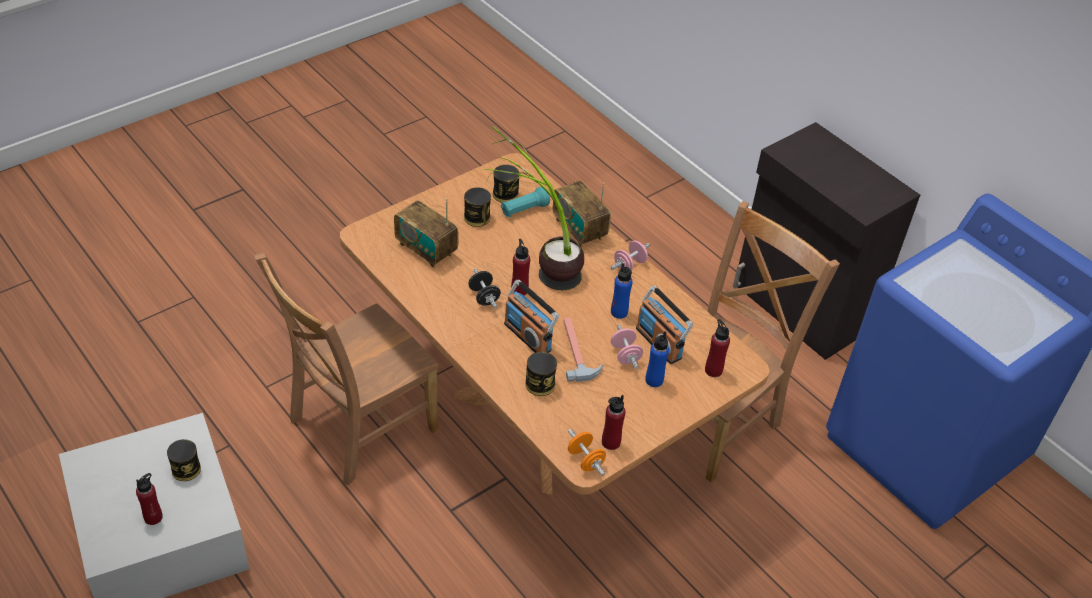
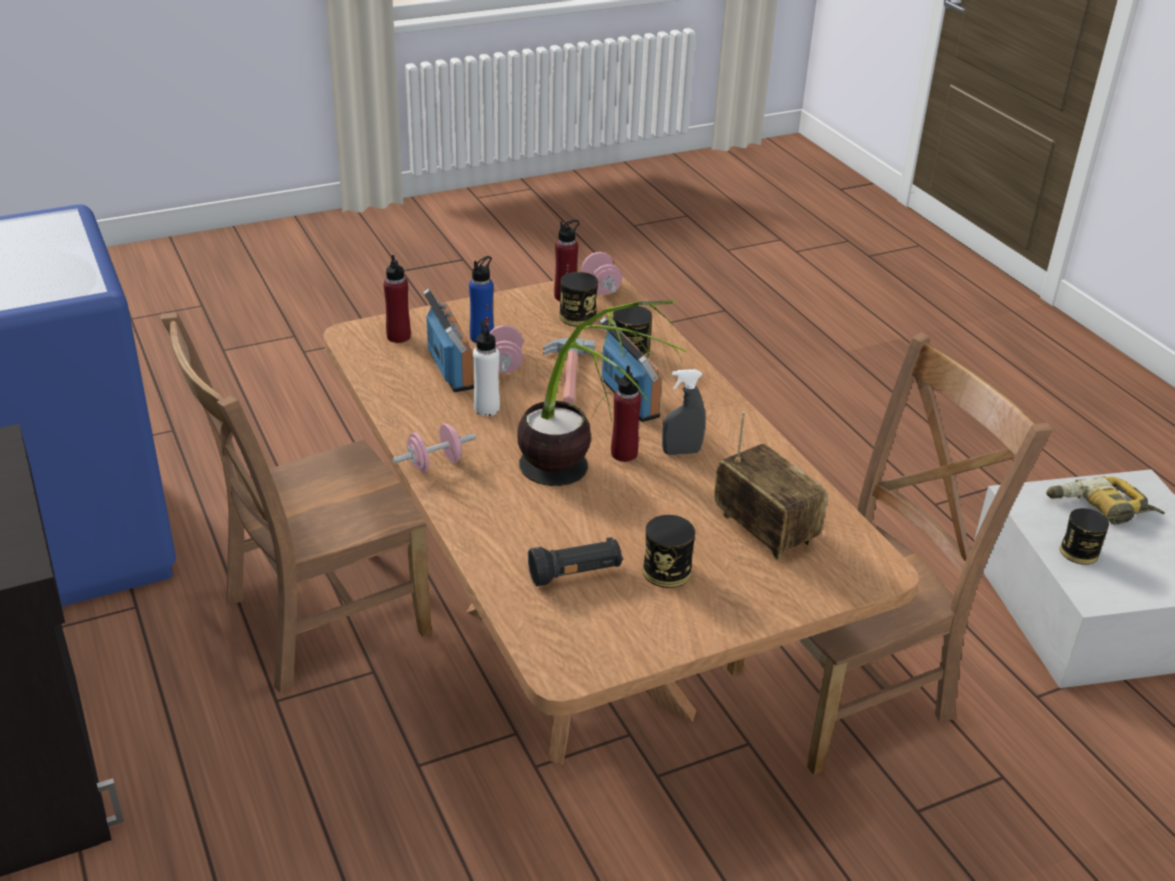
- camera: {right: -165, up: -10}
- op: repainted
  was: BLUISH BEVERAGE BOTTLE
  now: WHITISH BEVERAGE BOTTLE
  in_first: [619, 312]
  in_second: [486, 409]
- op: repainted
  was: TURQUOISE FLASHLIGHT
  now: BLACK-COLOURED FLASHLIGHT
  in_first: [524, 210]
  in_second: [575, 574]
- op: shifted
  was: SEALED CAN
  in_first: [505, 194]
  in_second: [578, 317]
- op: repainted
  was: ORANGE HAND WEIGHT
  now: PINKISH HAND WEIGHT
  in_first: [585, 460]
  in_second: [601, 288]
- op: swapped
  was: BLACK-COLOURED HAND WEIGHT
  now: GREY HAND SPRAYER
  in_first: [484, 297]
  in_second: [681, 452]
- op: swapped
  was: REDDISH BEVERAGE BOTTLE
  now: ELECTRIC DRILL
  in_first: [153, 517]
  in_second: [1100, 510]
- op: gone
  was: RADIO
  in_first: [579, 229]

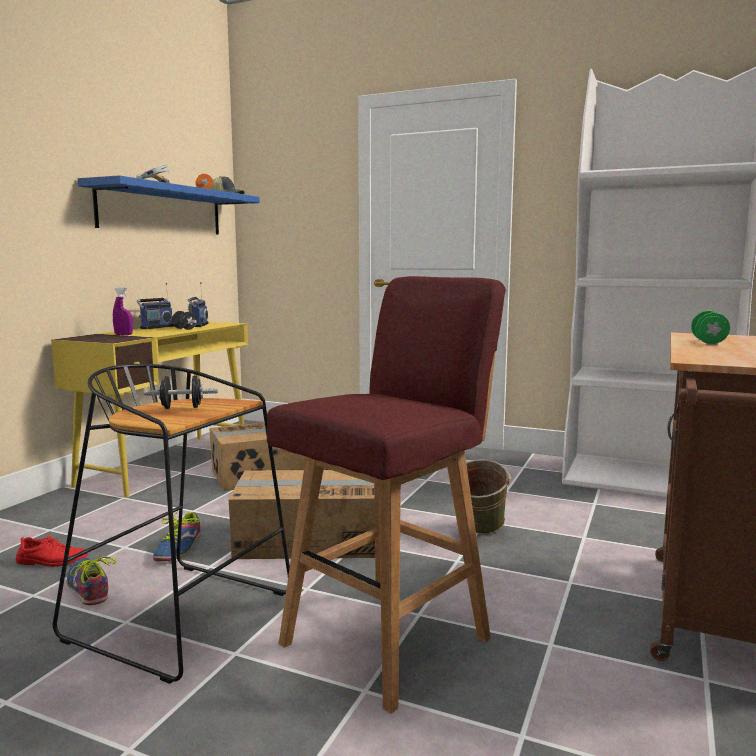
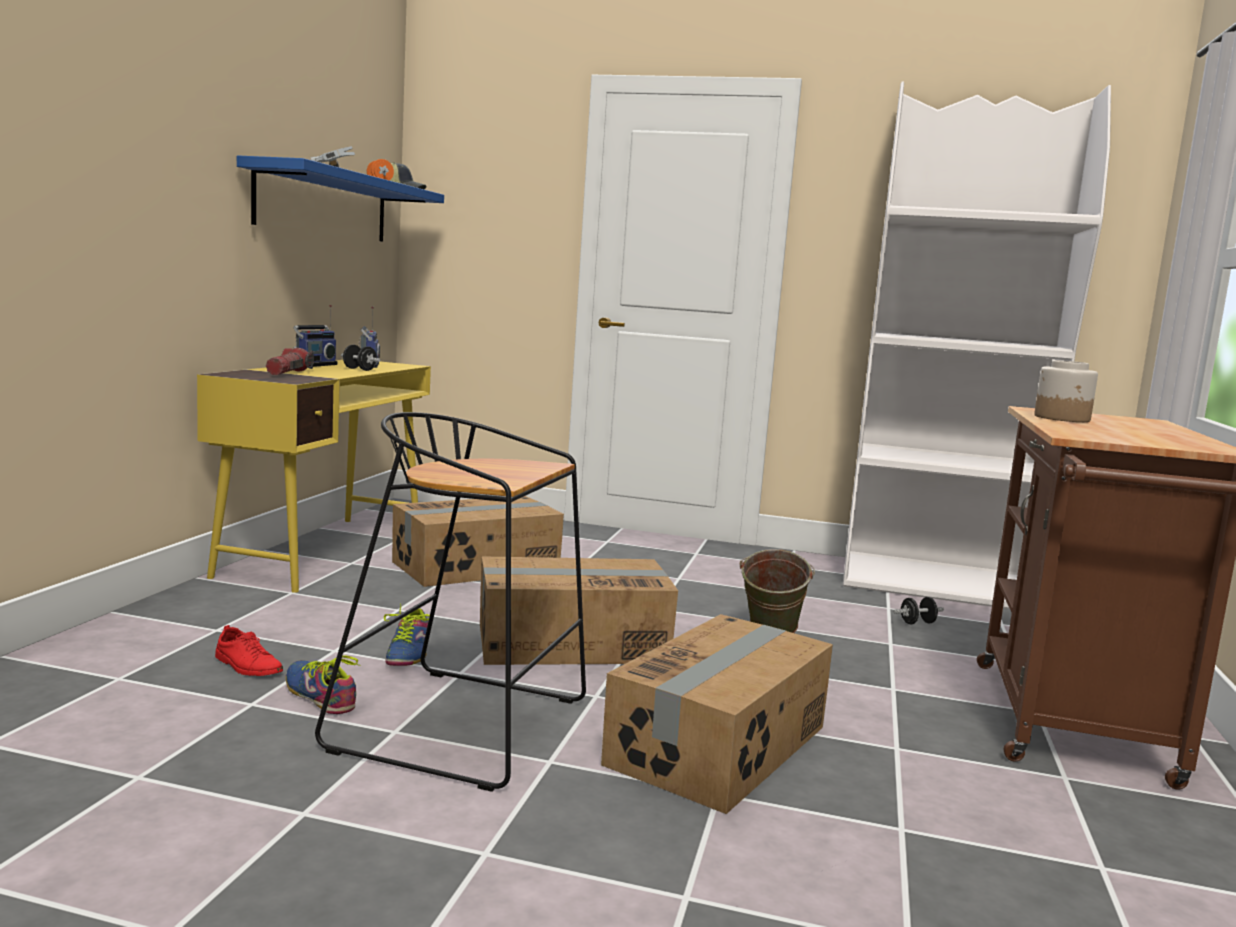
- camera: {right: -10, up: 0}
- op: rotated
  was: REDDISH LOW SHOE
  in_first: [52, 561]
  in_second: [248, 666]
  clockwise: 45
- op: swapped
  was: PURPLISH HAND SPRAYER
  now: FLASHLIGHT
  in_first: [123, 334]
  in_second: [289, 373]
- op: swapped
  was: REDDISH STOOL SEAT
  now: CARDBOARD BOX
  in_first: [390, 639]
  in_second: [720, 745]
- op: shifted
  was: BLACK-COLOURED HAND WEIGHT
  in_first: [182, 408]
  in_second: [917, 623]
- op: swapped
  was: GREEN HAND WEIGHT
  now: JAR
  in_first: [708, 342]
  in_second: [1062, 418]

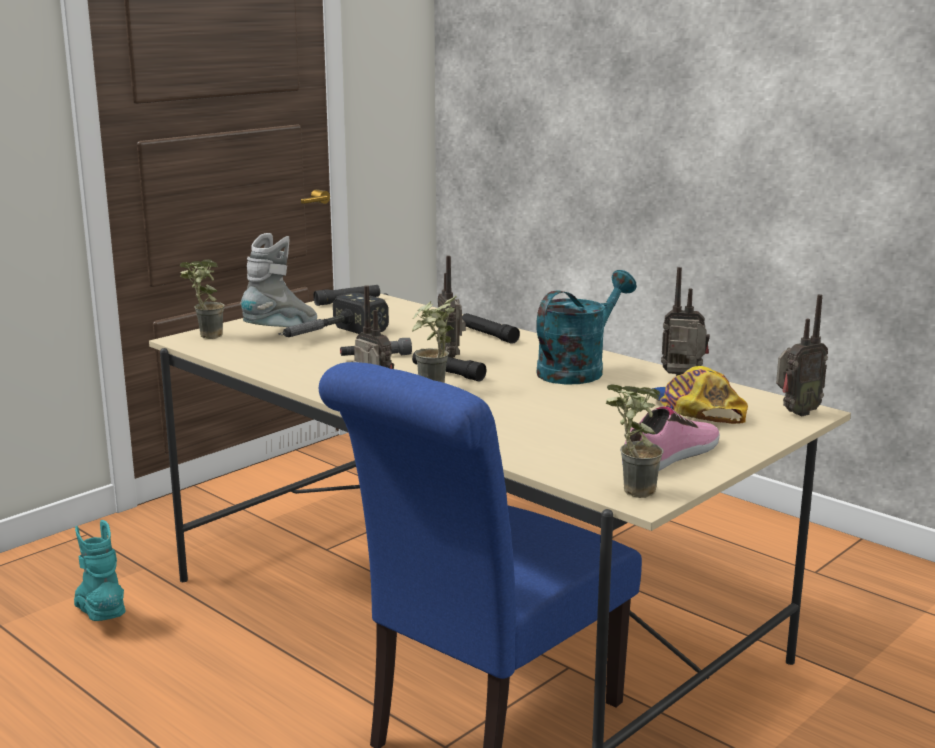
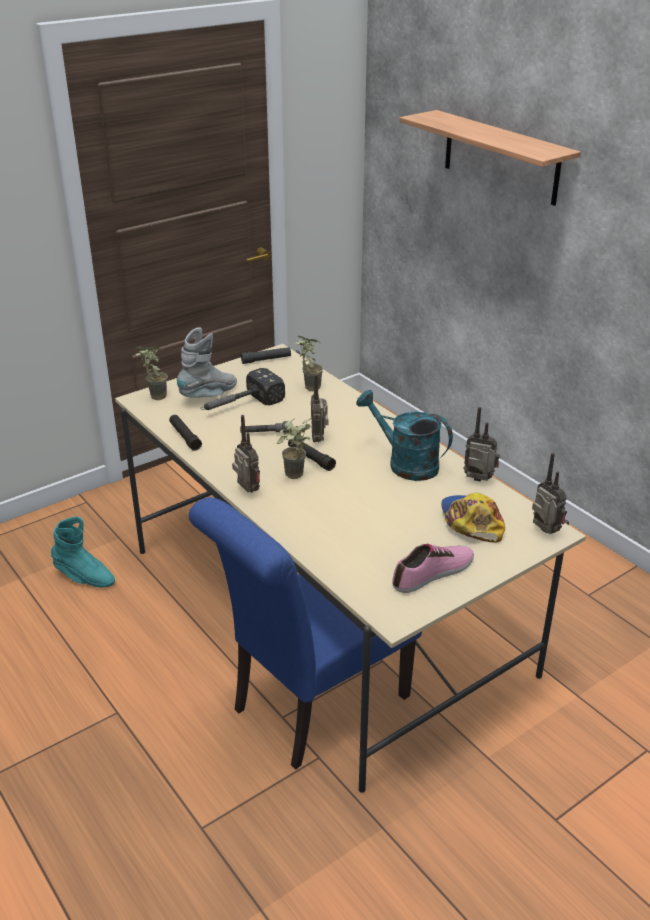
- camera: {right: 10, up: 15}
- op: rotated
  was: TURQUOISE BOOT
  in_first: [101, 615]
  in_second: [84, 577]
  clockwise: 135
- op: shifted
  was: BLACK-COLOURED FLASHLIGHT
  in_first: [488, 335]
  in_second: [185, 437]
- op: shifted
  was: HOUSEPLANT
  in_first: [629, 491]
  in_second: [308, 387]
- op: rotated
  was: TURQUOISE WATERING CAN
  in_first: [578, 370]
  in_second: [405, 463]
  clockwise: -105
- op: new
  now: BRACKET SHELF
  in_second: [501, 157]
- op: rotated
  was: RADIO
  in_first: [795, 413]
  in_second: [544, 532]
  clockwise: -105

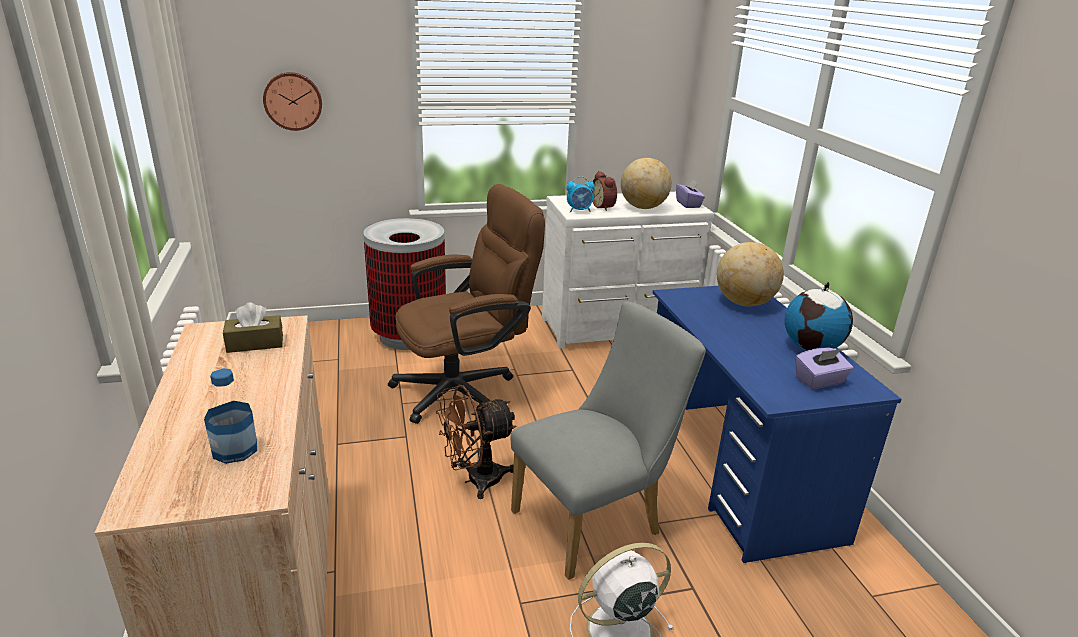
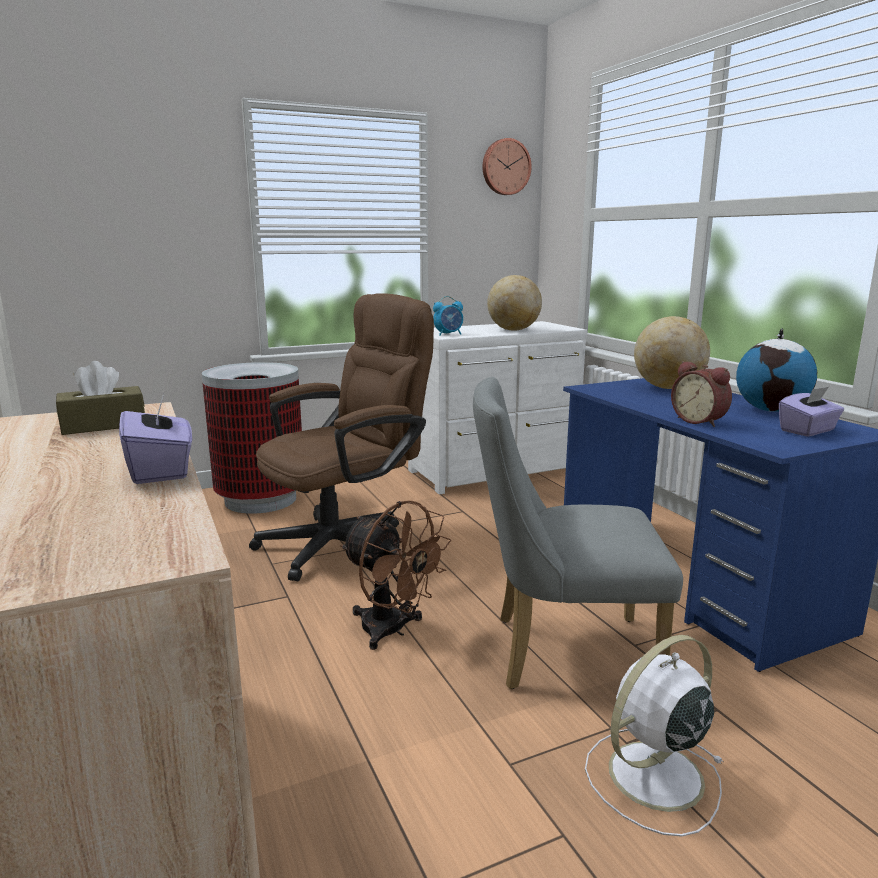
- camera: {right: -10, up: -10}
- op: shifted
  was: PURPLISH TISSUE BOX
  in_first: [688, 204]
  in_second: [161, 470]
- op: rotated
  was: BROWNISH FAN
  in_first: [475, 480]
  in_second: [392, 631]
  clockwise: -105
- op: rotated
  was: GREY CHAIR
  in_first: [595, 520]
  in_second: [560, 653]
  clockwise: -135
- op: shifted
  was: WALL CLOCK
  in_first: [293, 101]
  in_second: [505, 167]
- op: shifted
  was: BEDSIDE CLOCK
  in_first: [604, 207]
  in_second: [700, 421]
- op: gone
  was: BEVERAGE BOTTLE
  in_first: [235, 449]

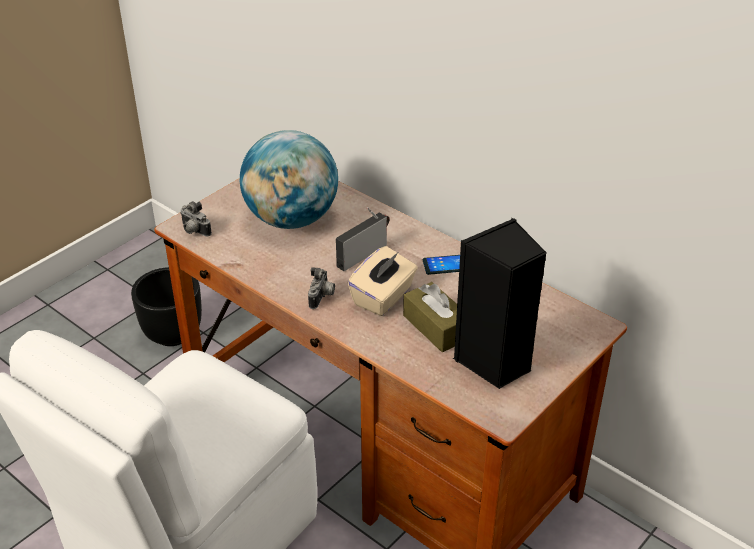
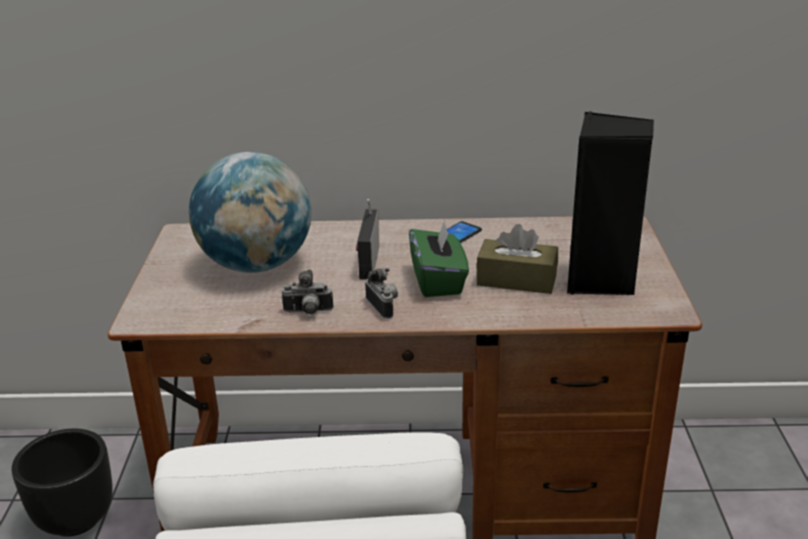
- camera: {right: -40, up: -10}
- op: shifted
  was: STILL CAMERA
  in_first: [194, 231]
  in_second: [308, 312]
- op: repainted
  was: BEIGE-COLOURED TISSUE BOX
  now: GREEN TISSUE BOX
  in_first: [383, 297]
  in_second: [438, 281]

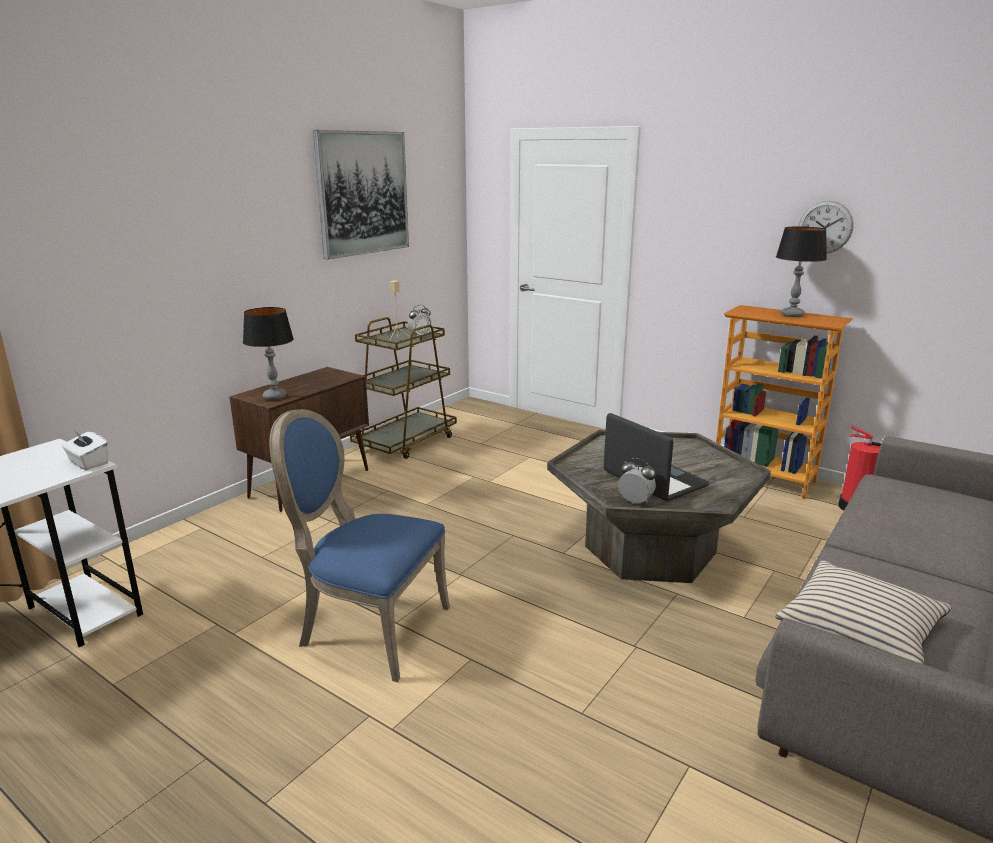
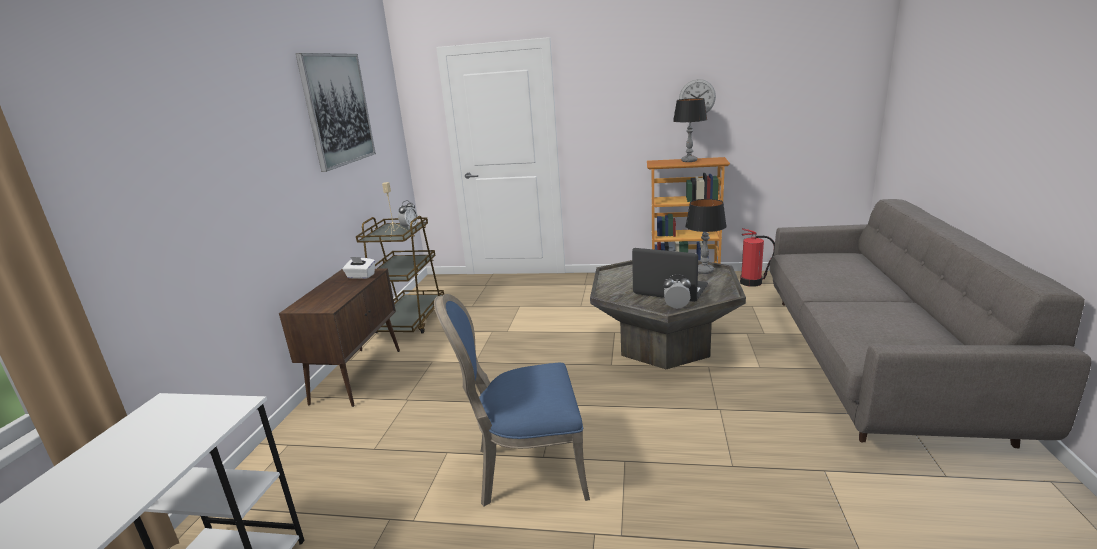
- camera: {right: -25, up: 0}
- op: shifted
  was: WHITISH TISSUE BOX
  in_first: [88, 463]
  in_second: [361, 276]
- op: shifted
  was: TABLE LAMP
  in_first: [275, 397]
  in_second: [704, 271]
- op: gone
  was: BEIGE-COLOURED THROW PILLOW
  in_first: [861, 628]

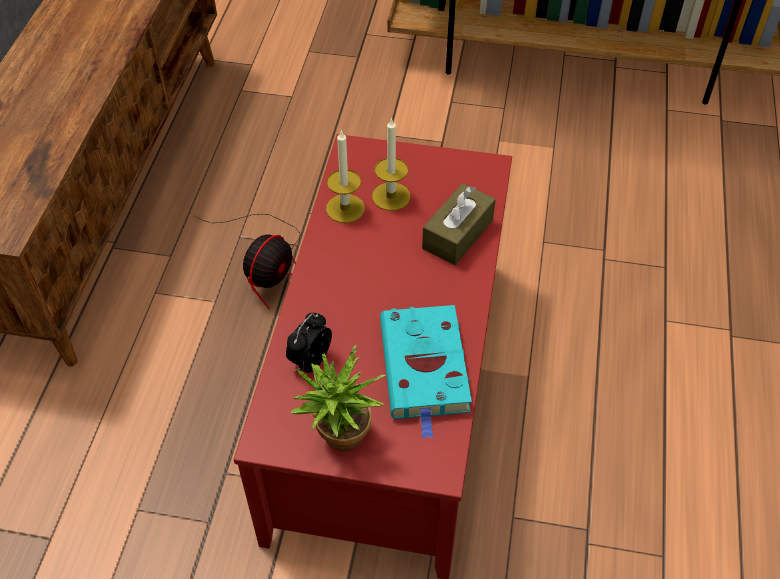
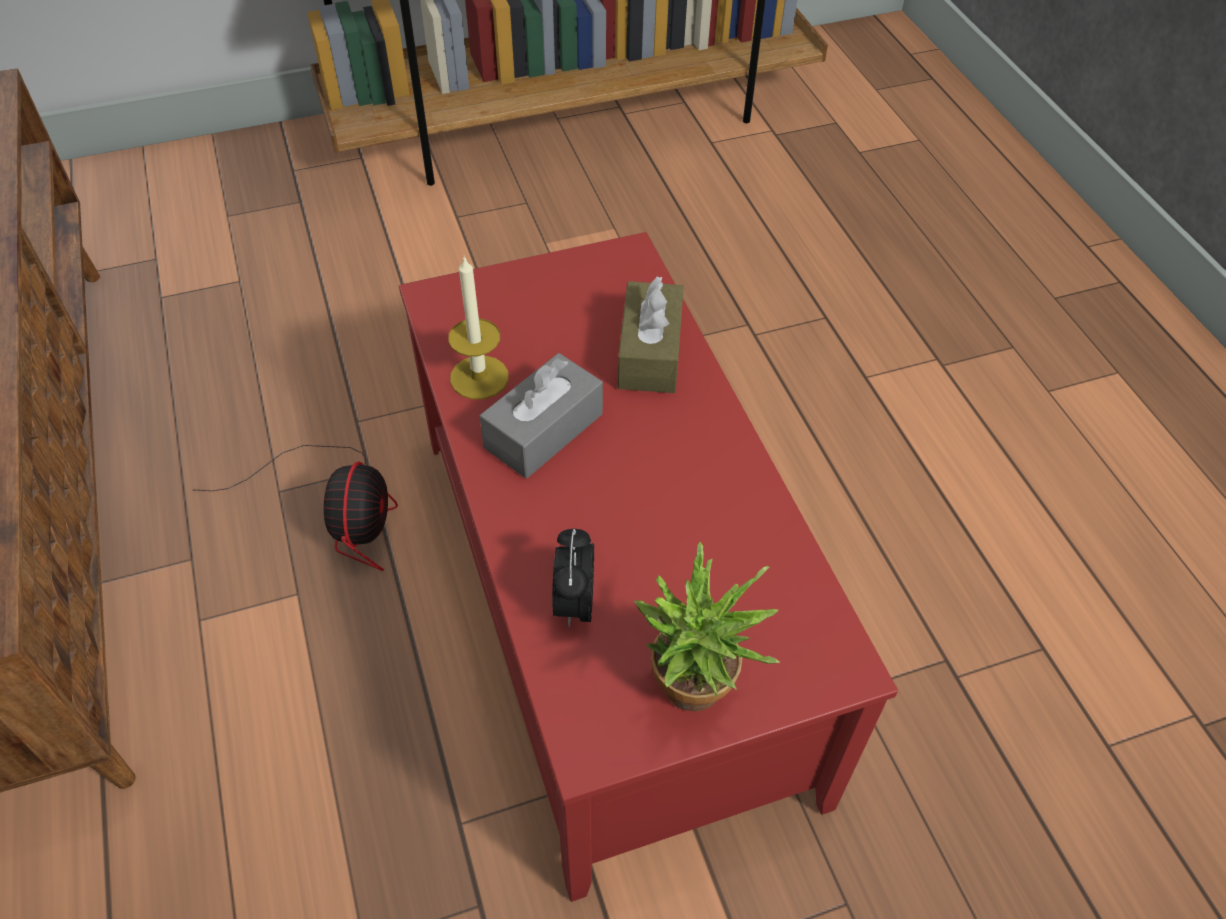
- camera: {right: -30, up: 0}
- op: new
  now: GREY TISSUE BOX
  in_second: [543, 430]
- op: gone
  was: WAX LIGHT
  in_first: [391, 196]
- op: gone
  was: TURQUOISE VOLUME
  in_first: [425, 369]

